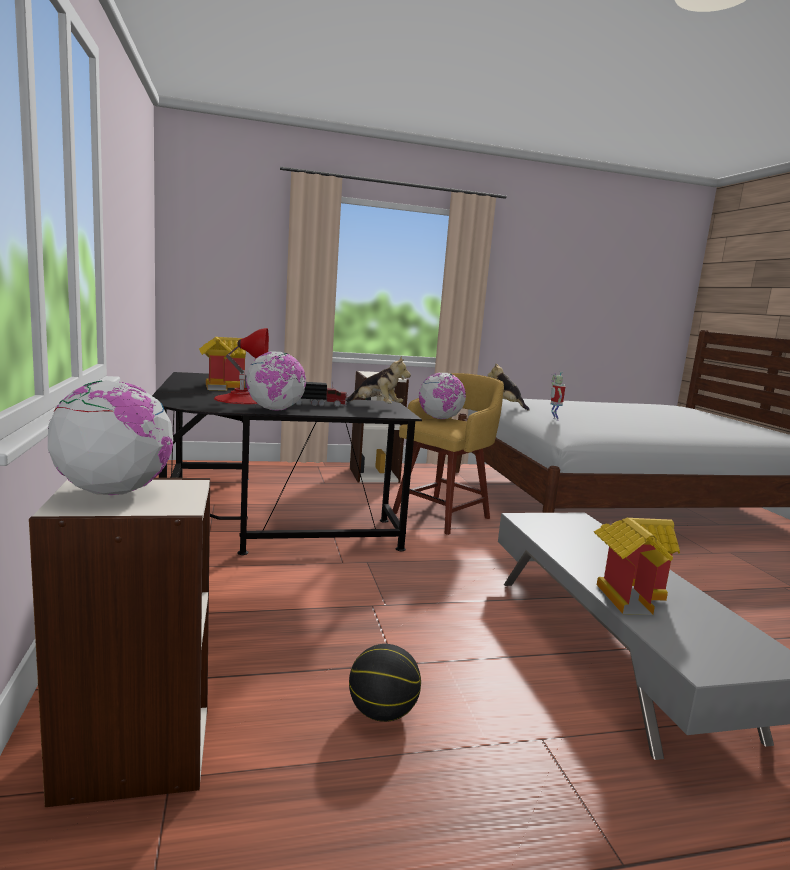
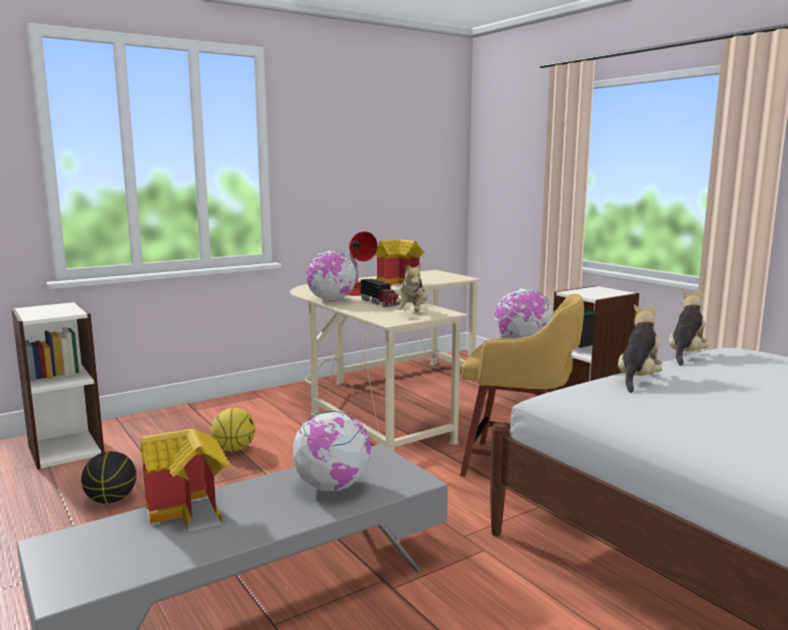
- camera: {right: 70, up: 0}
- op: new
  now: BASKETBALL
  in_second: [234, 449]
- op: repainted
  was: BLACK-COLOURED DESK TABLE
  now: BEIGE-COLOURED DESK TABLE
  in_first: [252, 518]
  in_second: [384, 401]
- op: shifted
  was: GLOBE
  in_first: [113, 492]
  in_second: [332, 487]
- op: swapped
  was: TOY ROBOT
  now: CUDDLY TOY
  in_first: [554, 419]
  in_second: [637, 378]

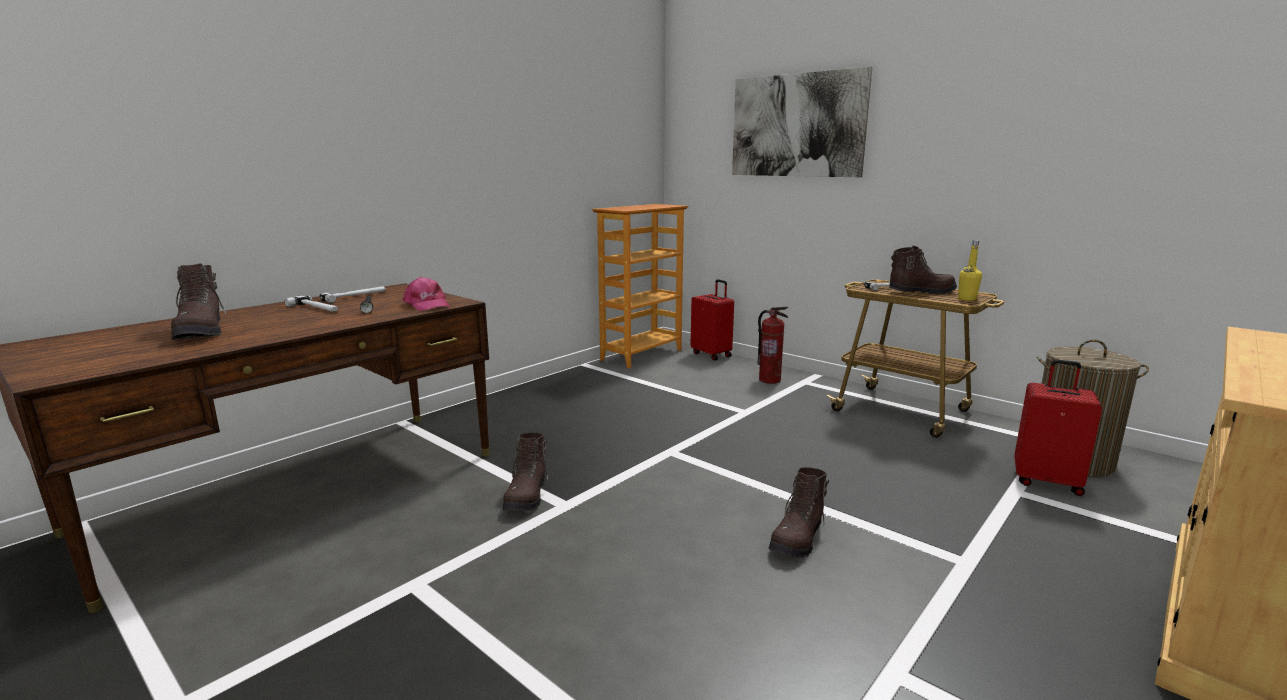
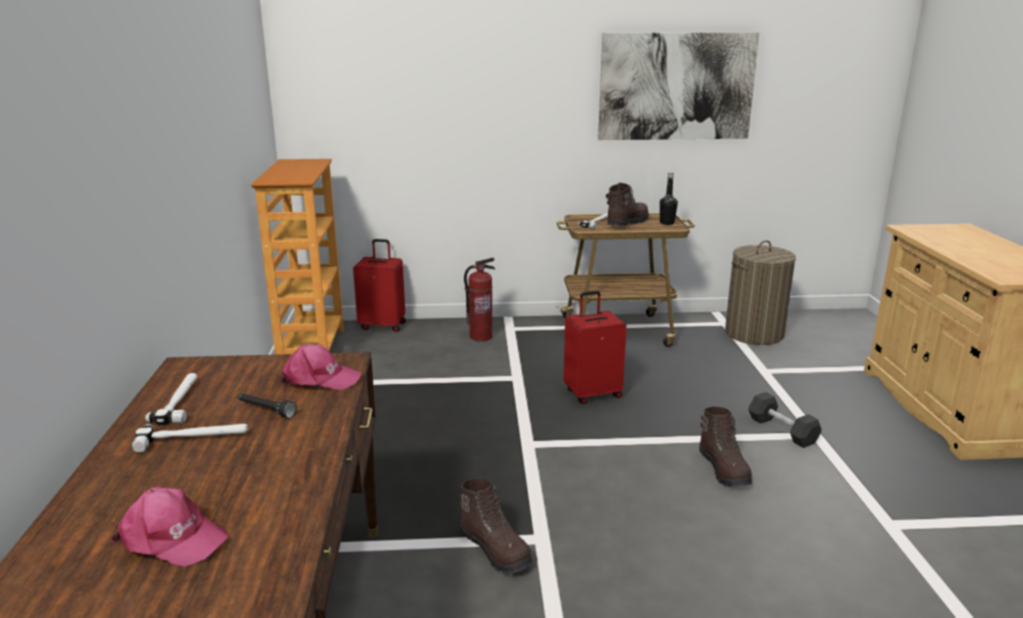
- camera: {right: -45, up: 5}
- op: swapped
  was: BROWNISH BOOT
  now: PINKISH BASEBALL CAP
  in_first: [201, 332]
  in_second: [172, 538]
- op: shifted
  was: REDDISH PIECE OF LUGGAGE
  in_first: [1046, 481]
  in_second: [592, 393]
- op: shifted
  was: WALL ART
  in_first: [796, 125]
  in_second: [676, 86]
- op: repainted
  was: YELLOWISH BEVERAGE BOTTLE
  now: BLACK-COLOURED BEVERAGE BOTTLE
  in_first: [967, 299]
  in_second: [667, 223]
- op: new
  now: BLACK-COLOURED HAND WEIGHT
  in_second: [782, 430]

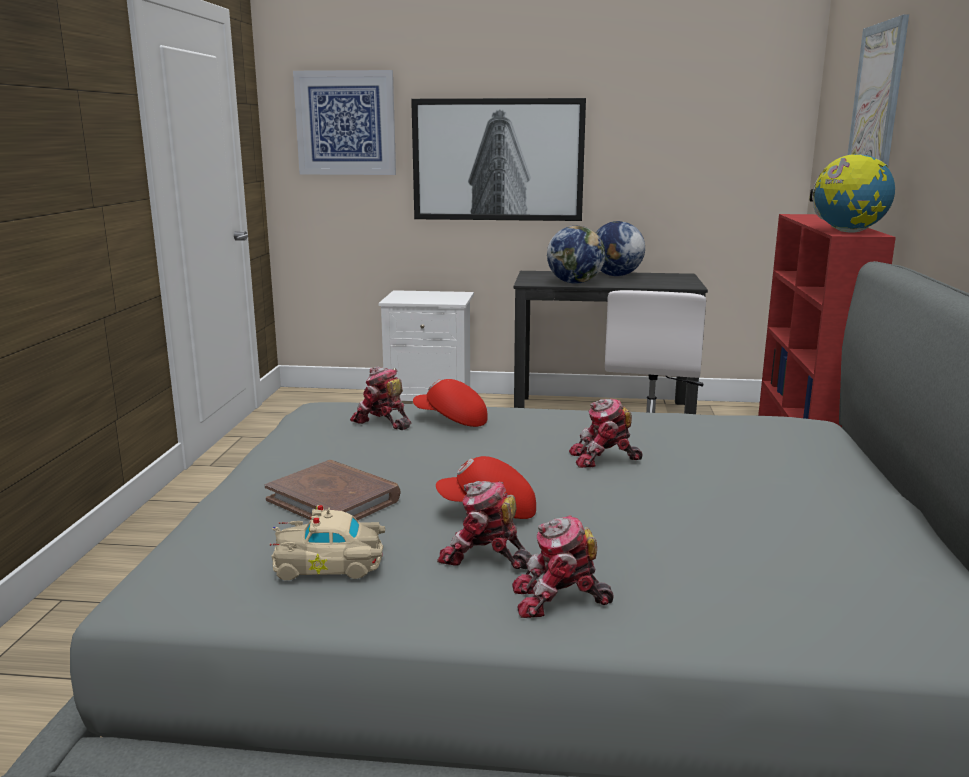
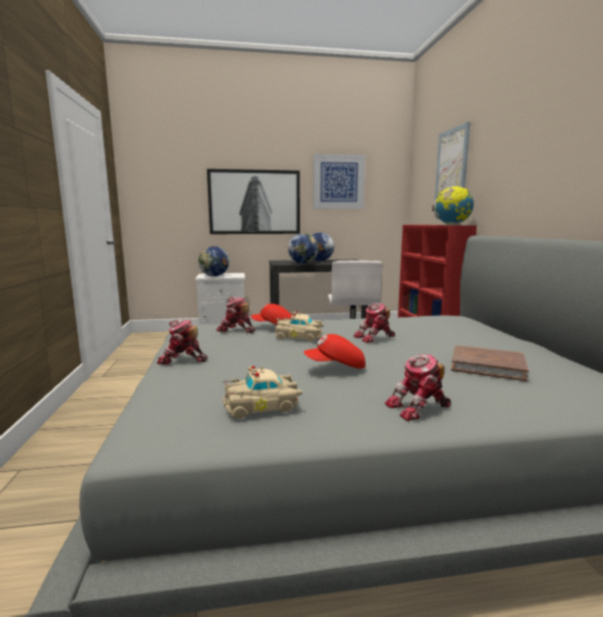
- camera: {right: -15, up: -5}
- op: shifted
  was: TOY ROBOT
  in_first: [484, 557]
  in_second: [182, 360]
- op: new
  now: GLOBE
  in_second: [214, 276]
- op: new
  now: BEIGE-COLOURED TOY CAR
  in_second: [300, 337]
- op: shifted
  was: WALL ART
  in_first: [345, 123]
  in_second: [338, 182]
- op: shifted
  was: BROWNISH VOLUME
  in_first: [334, 499]
  in_second: [487, 366]

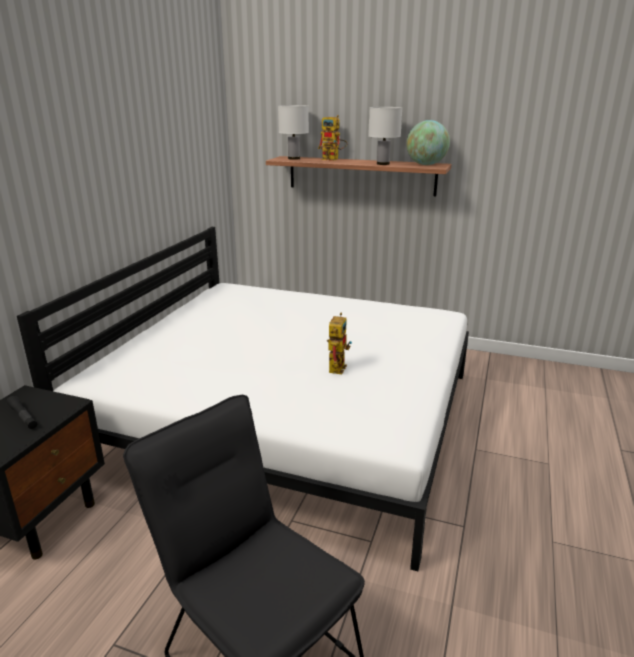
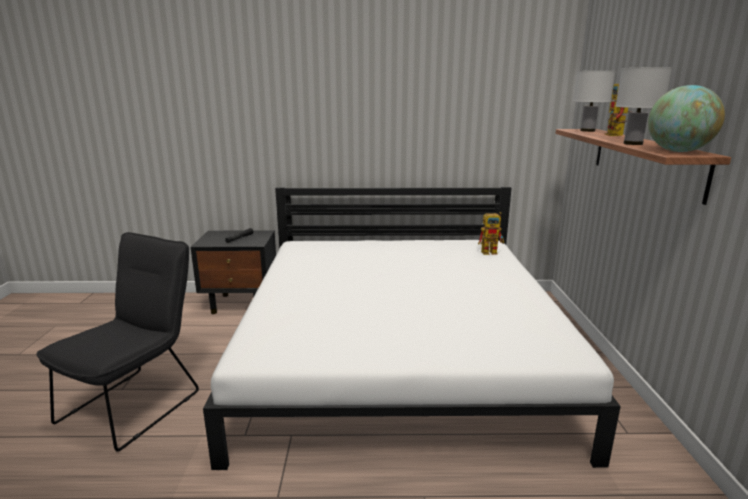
- camera: {right: 70, up: -5}
- op: shifted
  was: TOY ROBOT
  in_first: [336, 366]
  in_second: [492, 252]

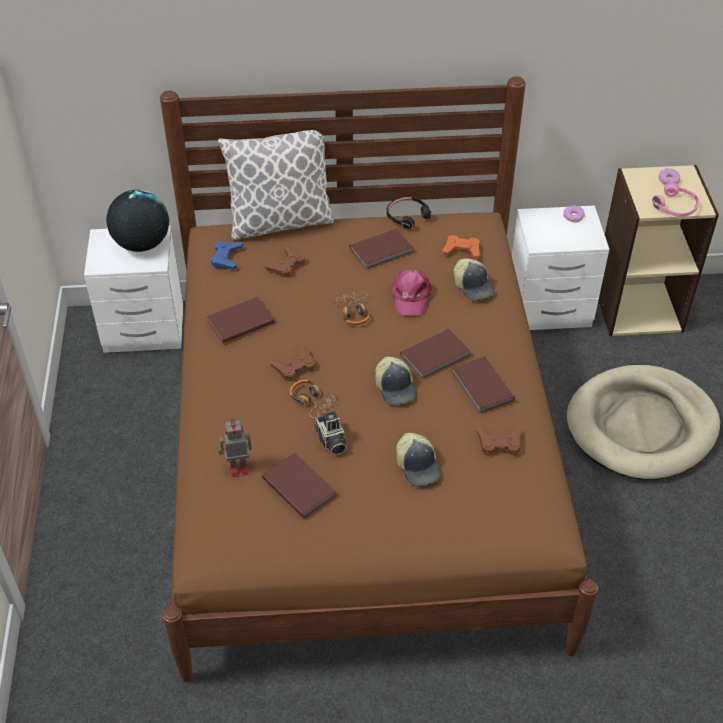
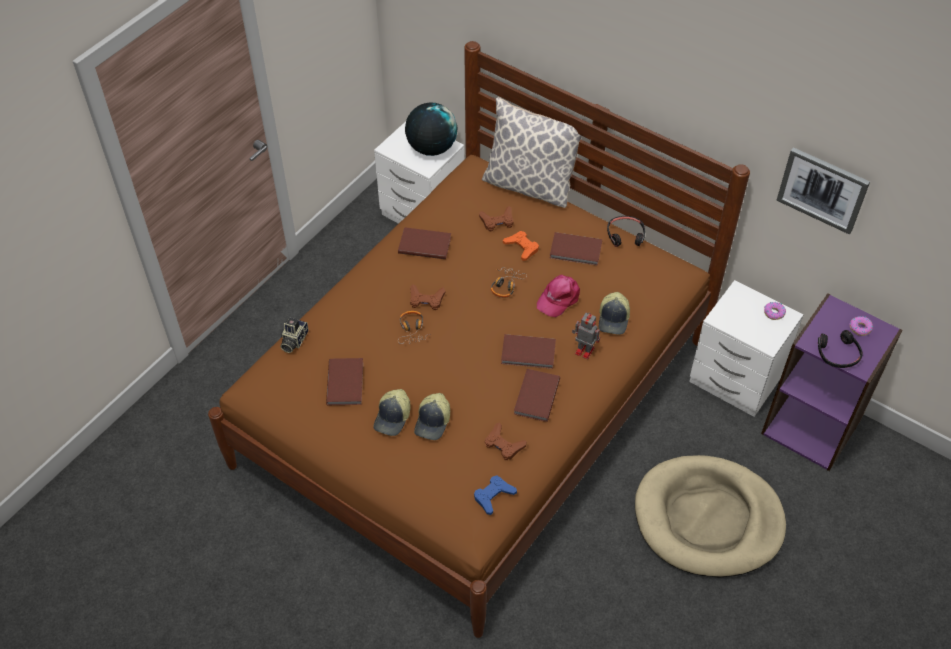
- camera: {right: 40, up: 5}
- op: shifted
  was: STILL CAMERA
  in_first: [331, 441]
  in_second: [293, 340]
- op: shifted
  was: BASEBALL CAP
  in_first: [396, 387]
  in_second: [393, 417]
- op: shifted
  was: BLUISH JOYPAD
  in_first: [226, 258]
  in_second: [493, 496]
- op: shifted
  was: ORANGE JOYPAD
  in_first: [462, 250]
  in_second: [521, 247]
- op: shifted
  was: TOY ROBOT
  in_first: [237, 468]
  in_second: [583, 350]
- op: repainted
  was: BEIGE-COLOURED BOOKCASE
  now: PURPLISH BOOKCASE
  in_first: [637, 307]
  in_second: [811, 426]
- op: new
  now: WALL ART
  in_second: [822, 189]
- op: repainted
  was: PINKISH PAIR OF HEADPHONES
  now: BLACK-COLOURED PAIR OF HEADPHONES
  in_first: [675, 207]
  in_second: [838, 354]

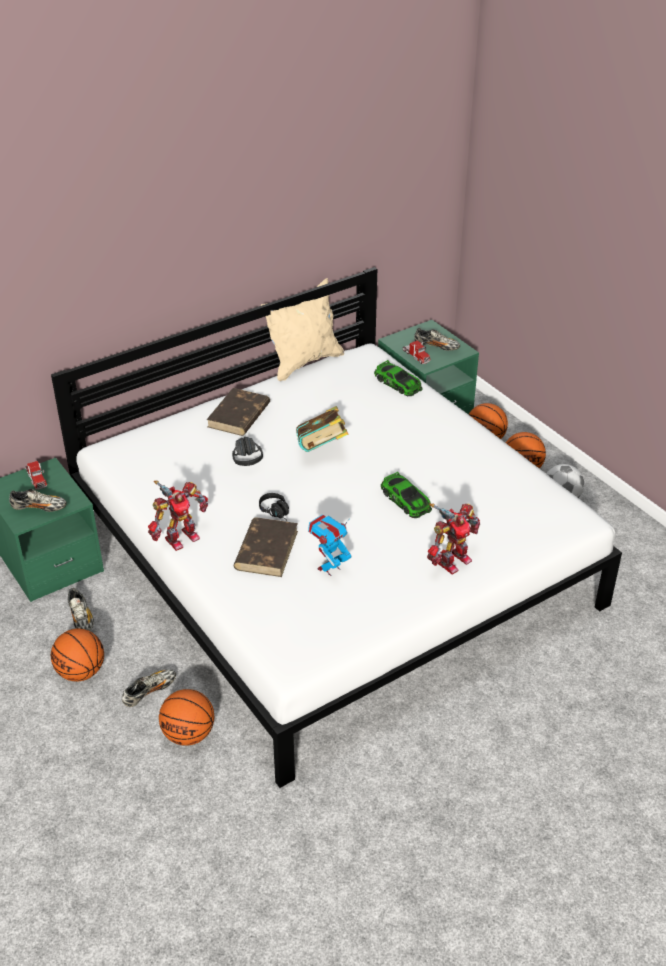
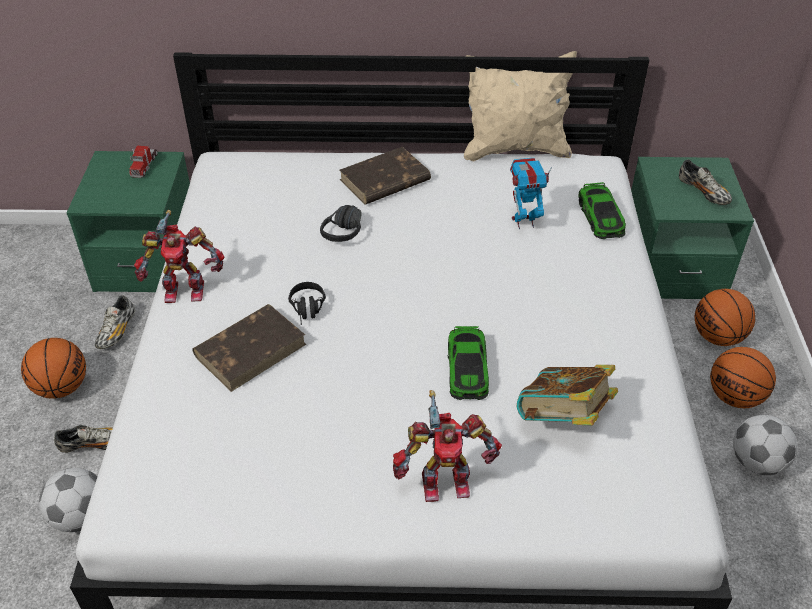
- camera: {right: 35, up: 5}
- op: swapped
  was: BASKETBALL
  now: FOOTBALL
  in_first: [188, 734]
  in_second: [80, 517]
- op: shifted
  was: TOY ROBOT
  in_first: [329, 568]
  in_second: [523, 222]
- op: shifted
  was: VOLUME
  in_first: [322, 449]
  in_second: [563, 419]
- op: gone
  was: LOW SHOE
  in_first: [39, 508]
- op: gone
  was: TOY LORRY
  in_first: [416, 356]

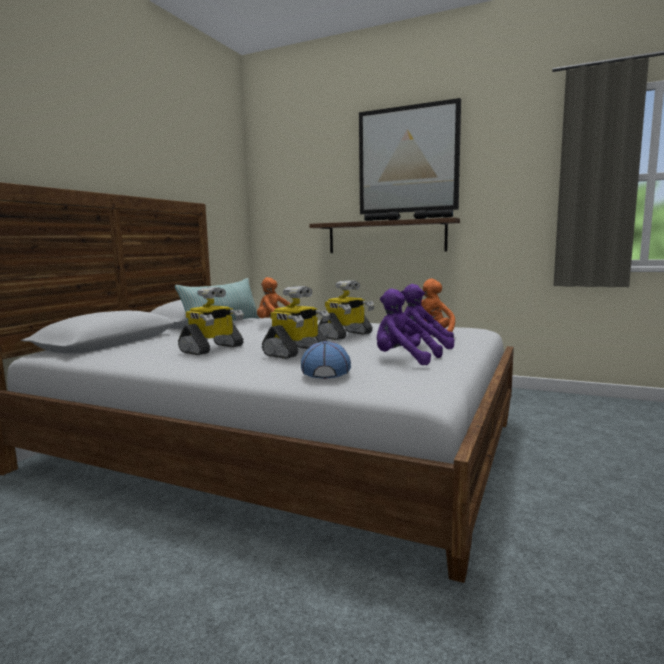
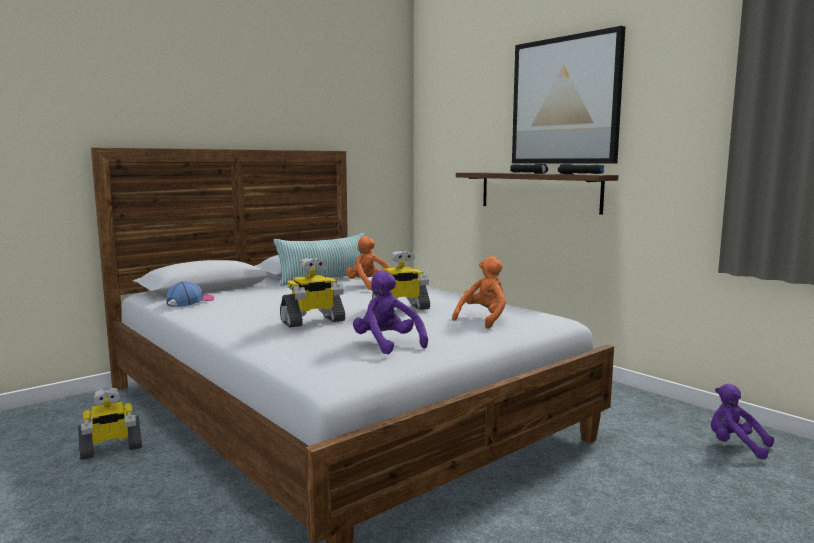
- camera: {right: 25, up: 0}
- op: shifted
  was: TOY ROBOT
  in_first: [212, 349]
  in_second: [110, 449]
- op: shifted
  was: BASEBALL CAP
  in_first: [326, 369]
  in_second: [190, 301]
- op: shifted
  was: PURPLISH CUDDLY TOY
  in_first: [422, 346]
  in_second: [735, 446]

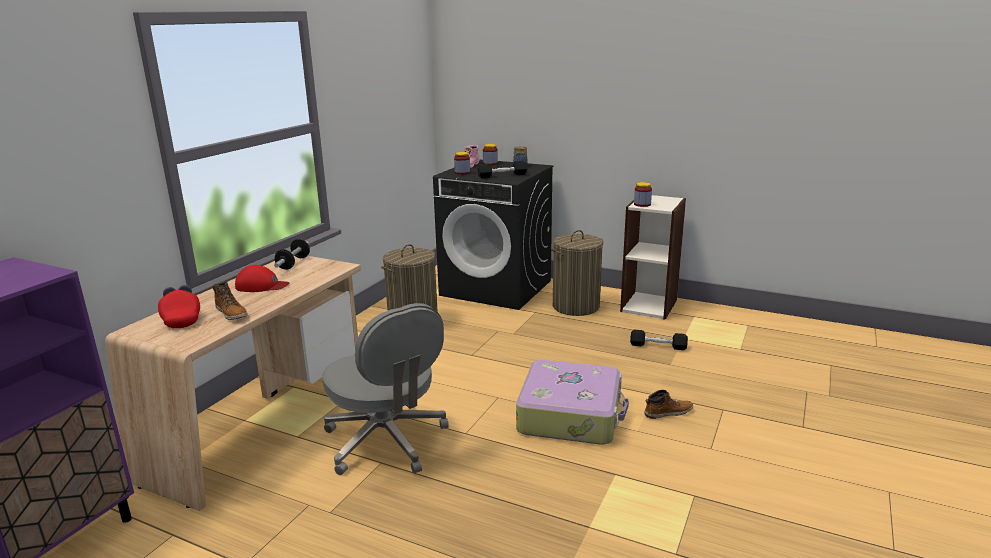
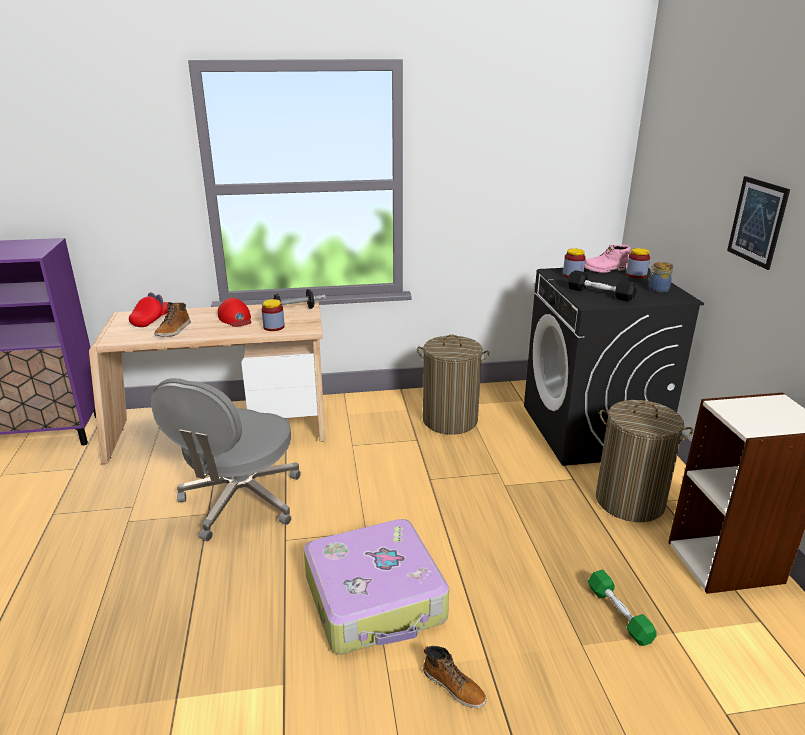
- camera: {right: 55, up: 5}
- op: shifted
  was: JAR
  in_first: [642, 204]
  in_second: [274, 327]
- op: repainted
  was: BLACK-COLOURED HAND WEIGHT
  now: GREEN HAND WEIGHT
  in_first: [658, 346]
  in_second: [618, 614]
- op: new
  now: WALL ART
  in_second: [757, 222]

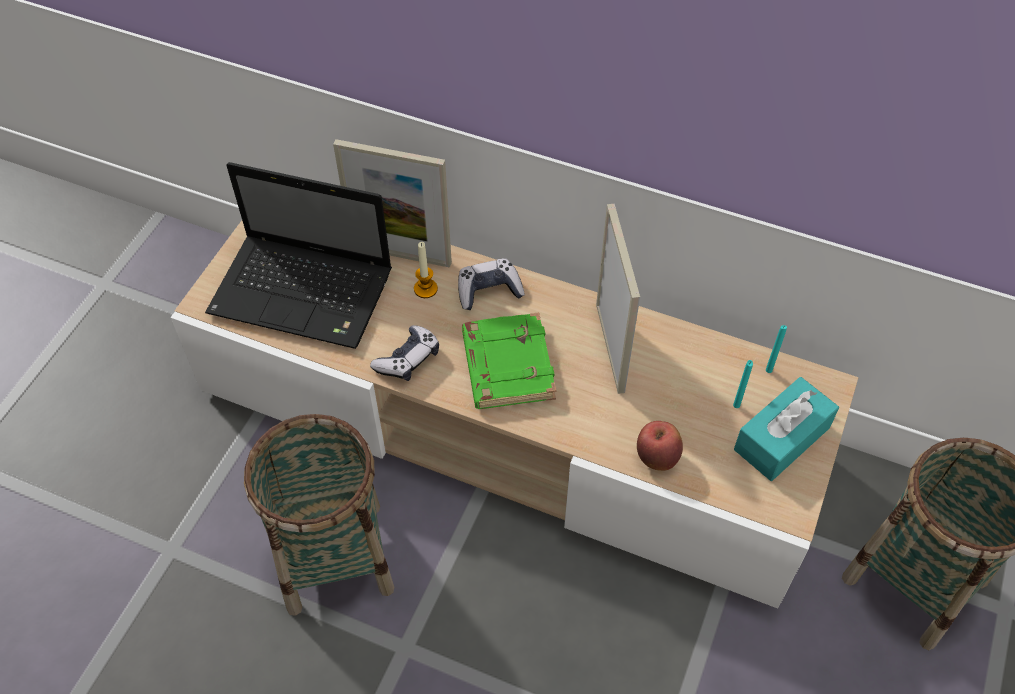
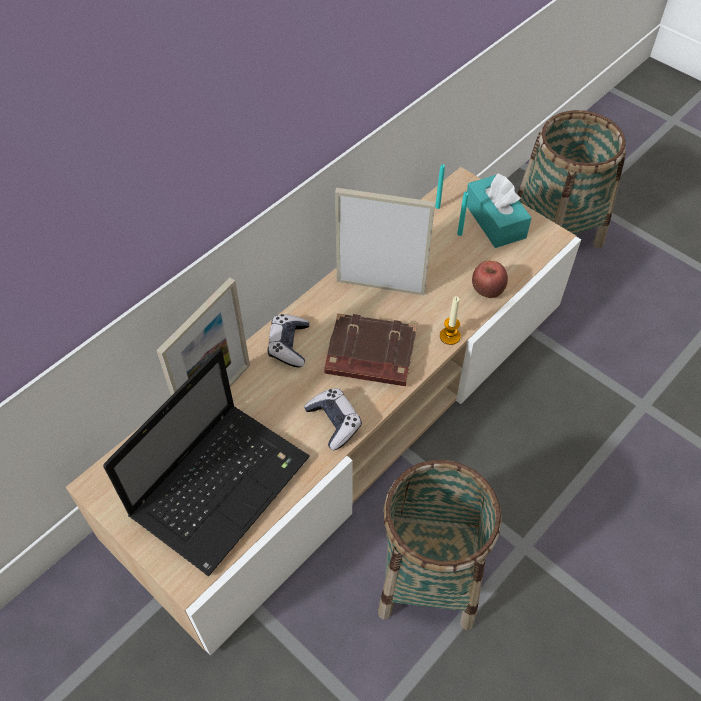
- camera: {right: -70, up: 0}
- op: repainted
  was: GREEN VOLUME
  now: BROWNISH VOLUME
  in_first: [506, 365]
  in_second: [369, 356]
- op: shifted
  was: WAX LIGHT
  in_first: [425, 289]
  in_second: [450, 336]

